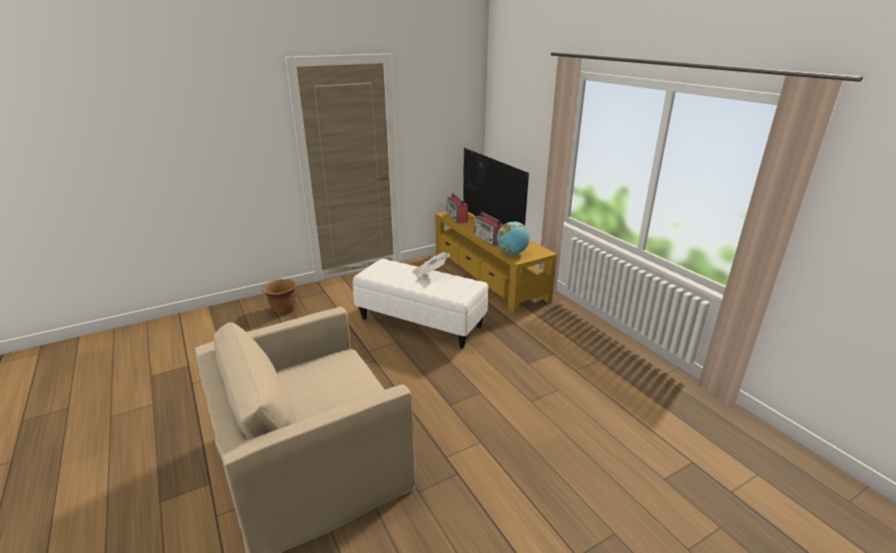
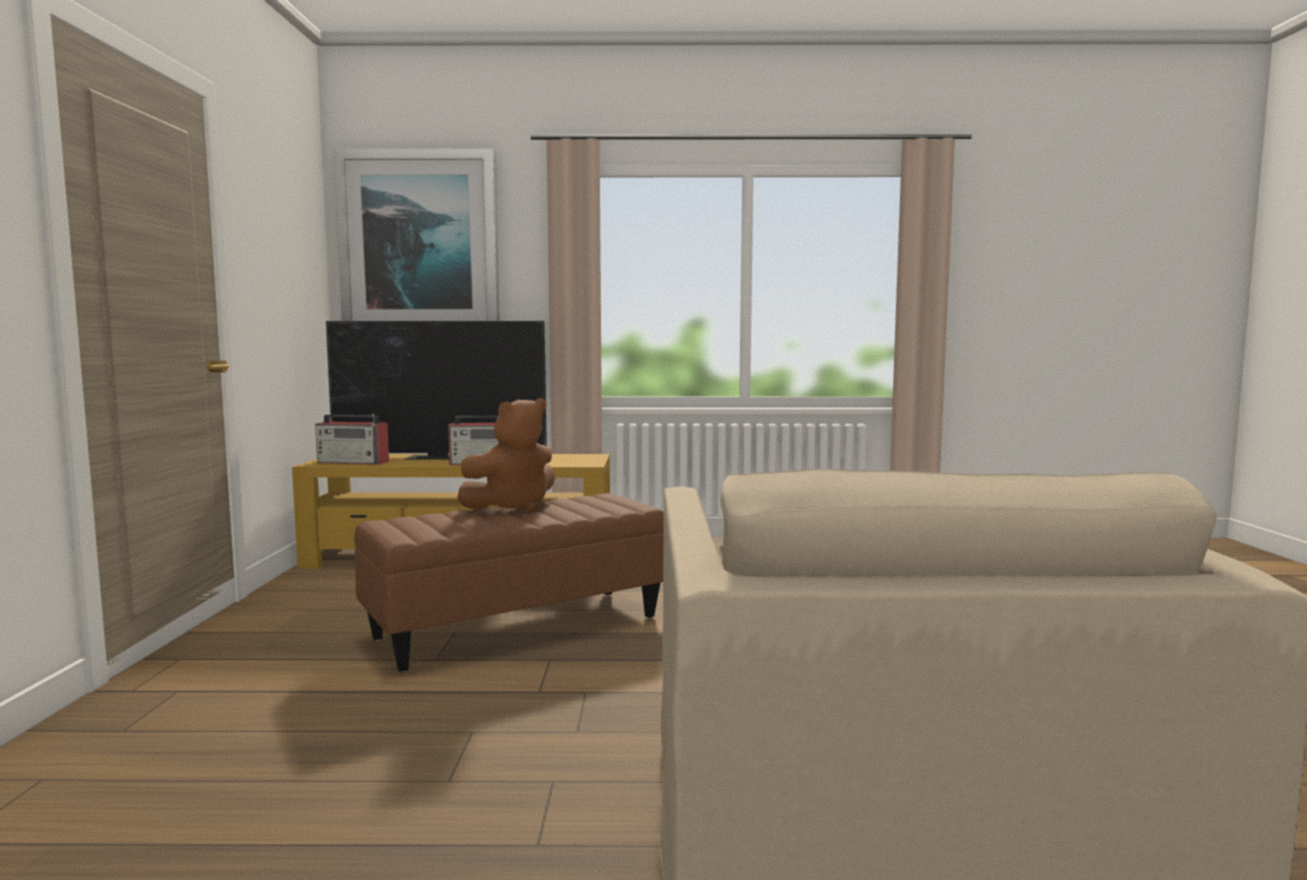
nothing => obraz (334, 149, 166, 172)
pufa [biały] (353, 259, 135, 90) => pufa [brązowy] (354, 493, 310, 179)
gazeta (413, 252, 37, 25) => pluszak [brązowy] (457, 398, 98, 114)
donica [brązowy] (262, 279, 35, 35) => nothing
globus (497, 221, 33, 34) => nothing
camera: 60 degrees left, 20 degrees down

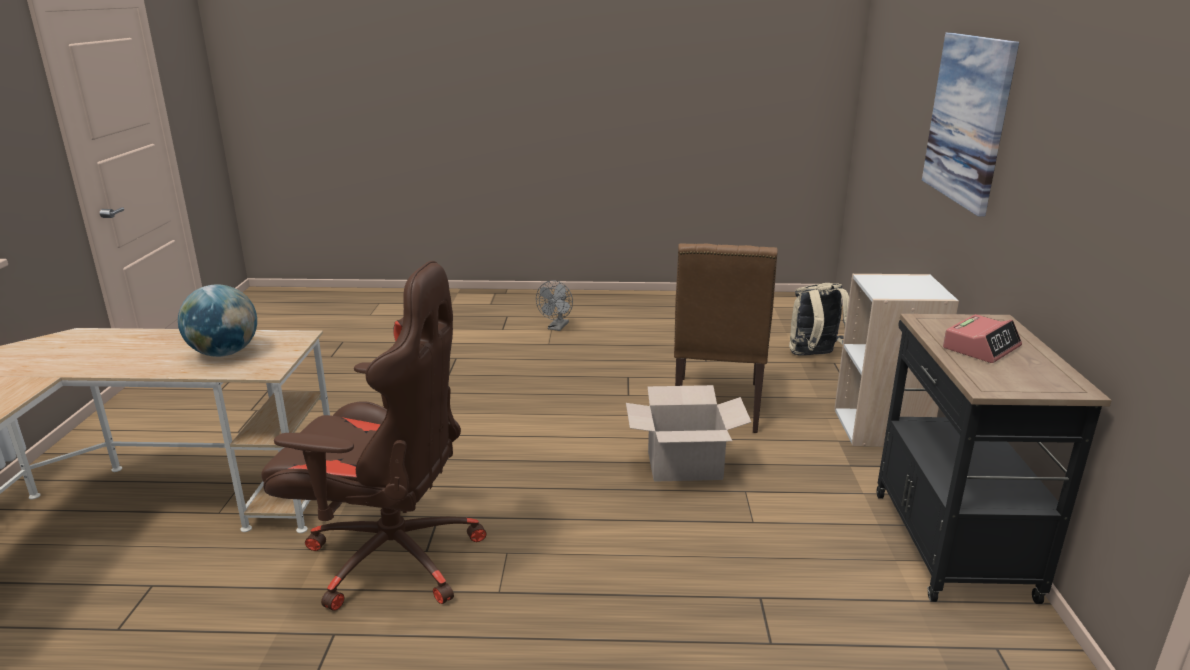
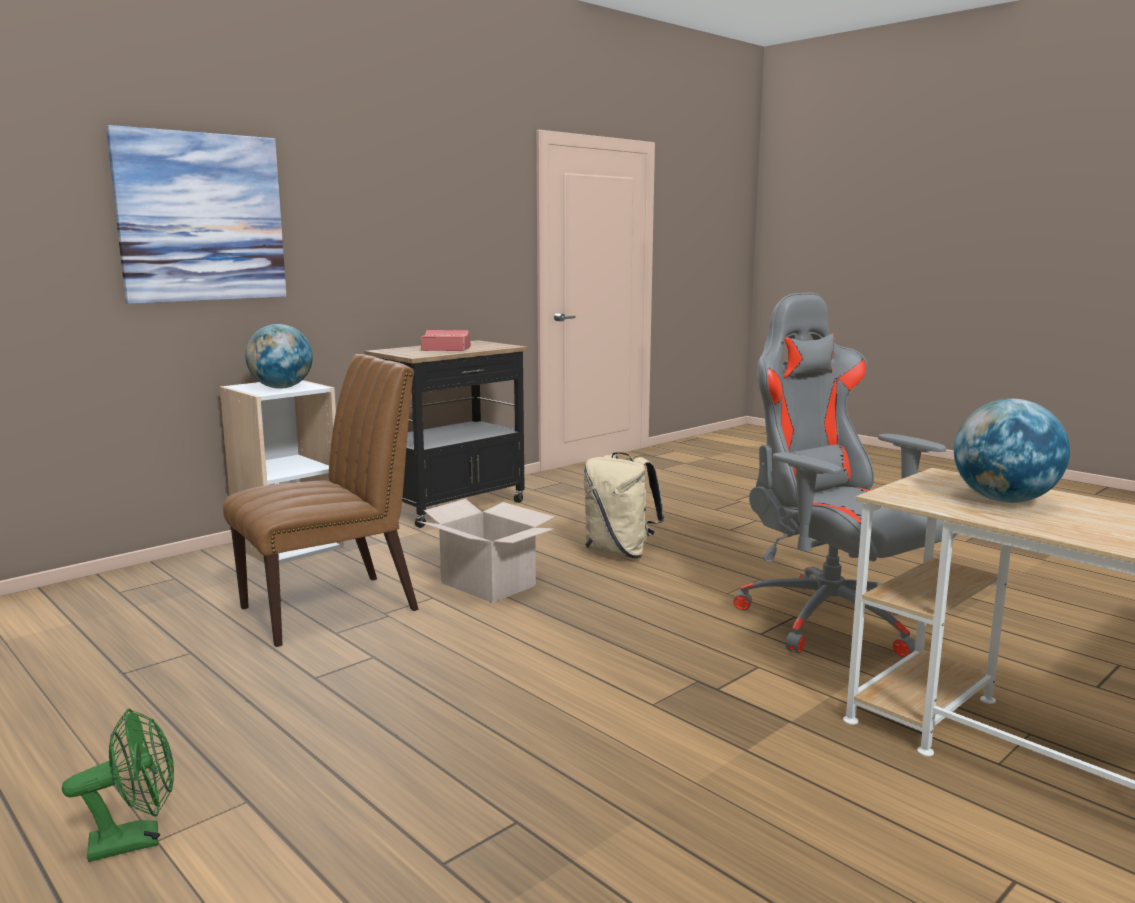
wentylator [szary] (536, 281, 37, 50) => wentylator [zielony] (62, 709, 112, 153)
nothing => globus (245, 324, 68, 65)
plecak [beżowy] (789, 283, 60, 73) => plecak [beżowy] (584, 452, 80, 106), move
krzesło biurowe [brązowy] (261, 261, 225, 350) => krzesło biurowe [szary] (733, 292, 224, 365)
camera: 135 degrees left, 10 degrees down

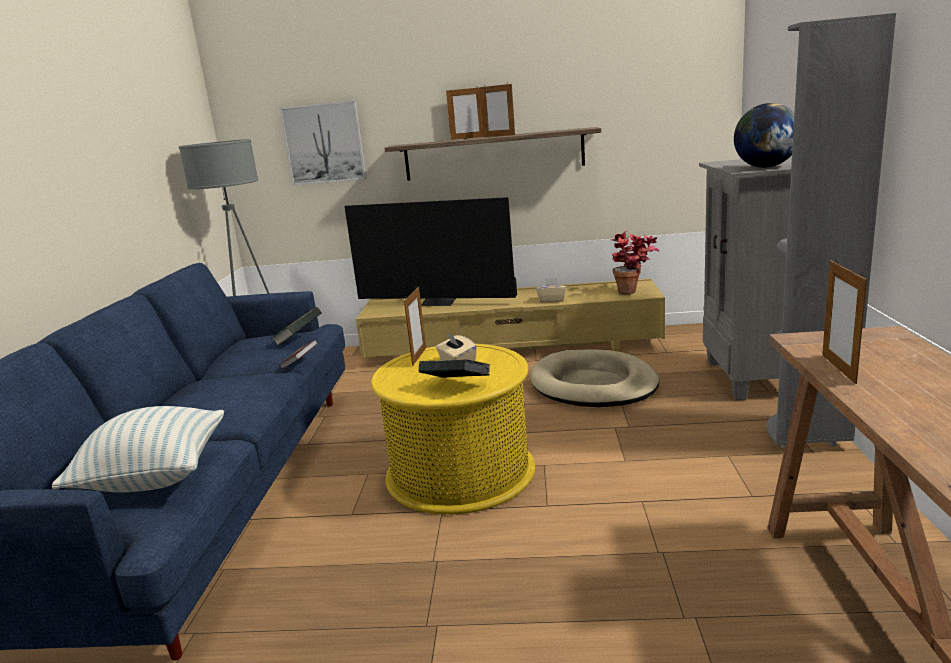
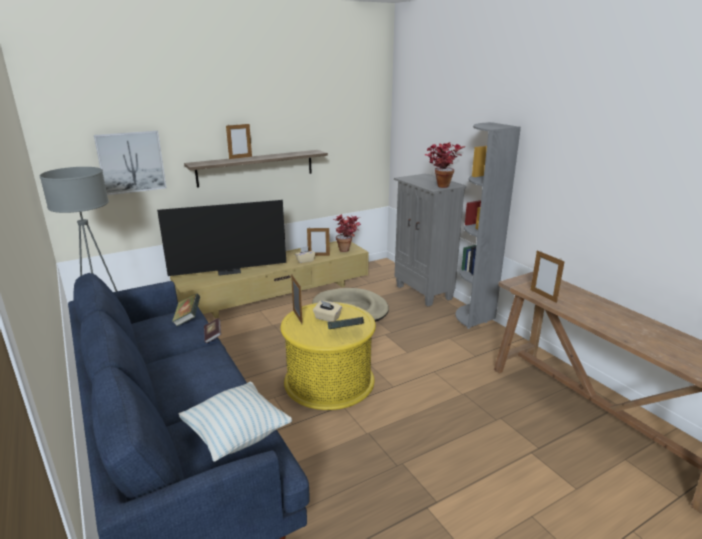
ramka na zdjęcie (480, 84, 35, 53) => ramka na zdjęcie (307, 227, 23, 29), move
globus (734, 103, 60, 65) => roślina doniczkowa (425, 142, 40, 46)
camera: 35 degrees left, 5 degrees up

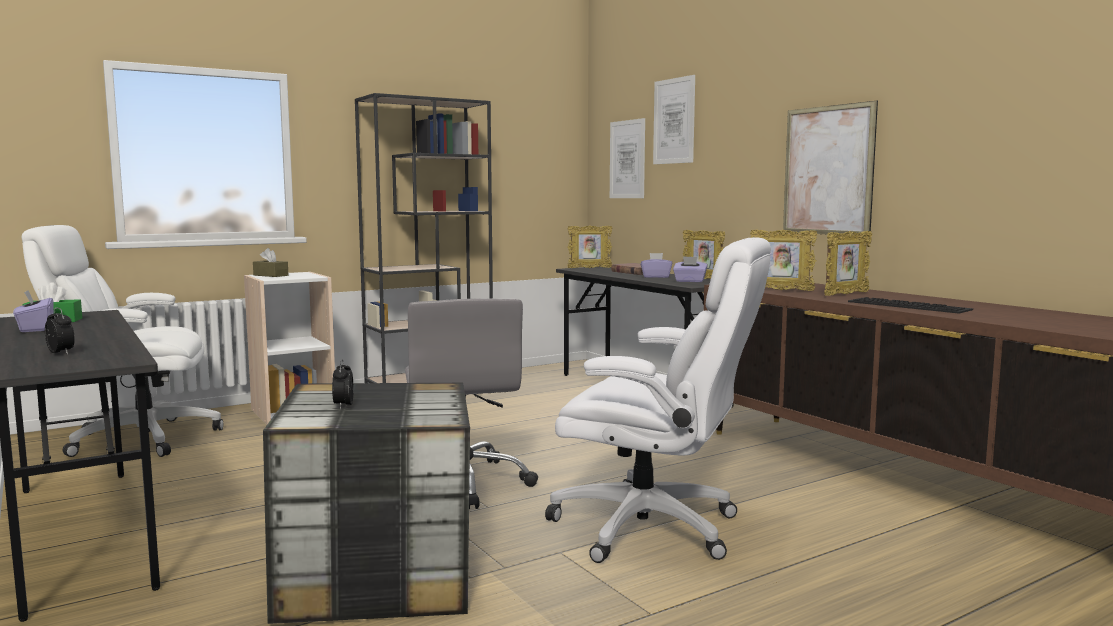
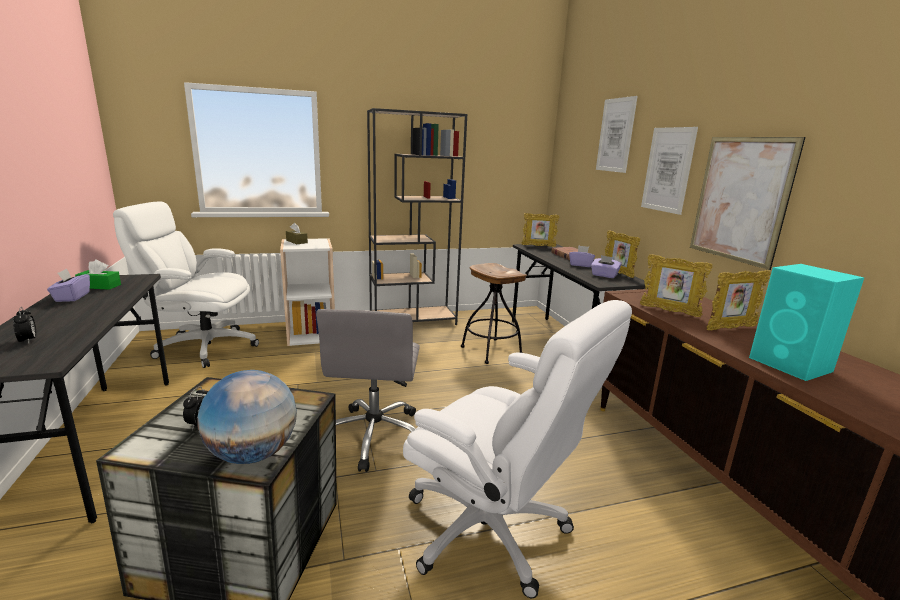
nothing => globus (197, 370, 100, 94)
nothing => stołek [brązowy] (461, 263, 66, 101)
obraz (610, 118, 35, 80) => obraz (641, 127, 57, 88), move
klawiatura (848, 297, 125, 16) => głośnik [turkusowy] (749, 264, 115, 117)
camera: 15 degrees right, 10 degrees up

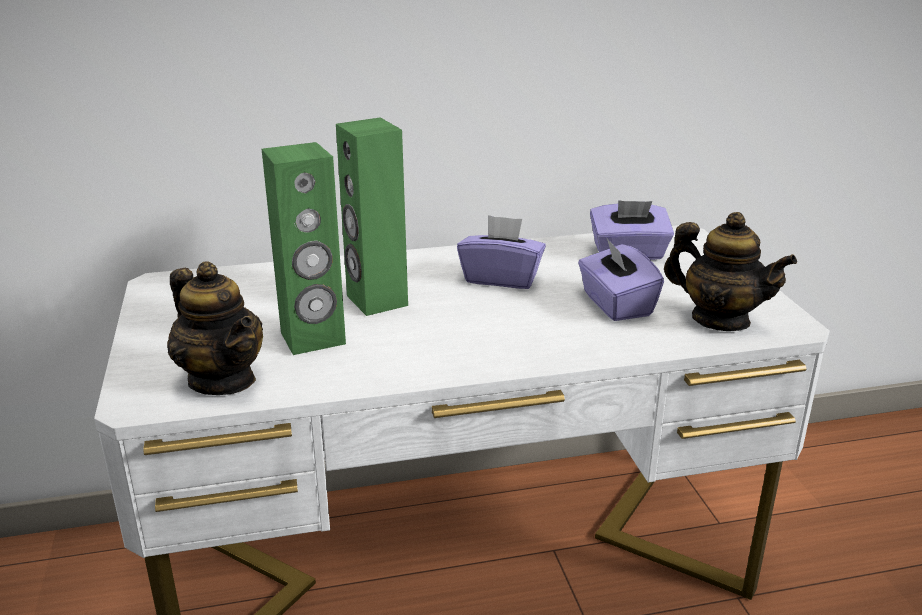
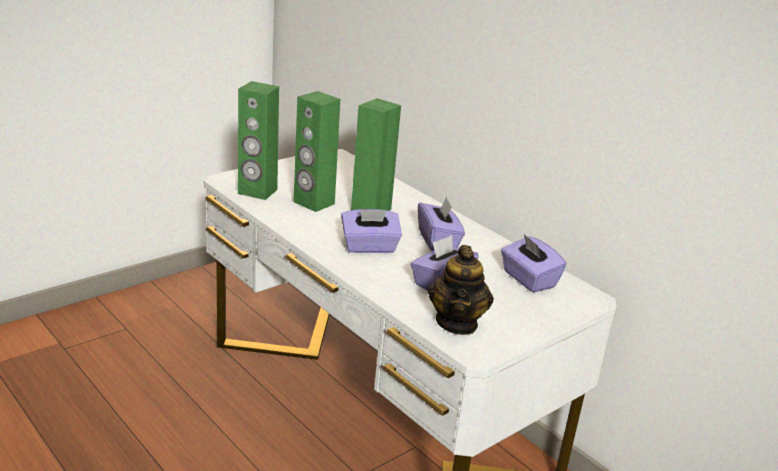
imbryk (167, 261, 96, 134) => głośnik [zielony] (238, 81, 41, 119)
nothing => pudełko chusteczek [fioletowy] (341, 209, 61, 44)
camera: 60 degrees right, 0 degrees up

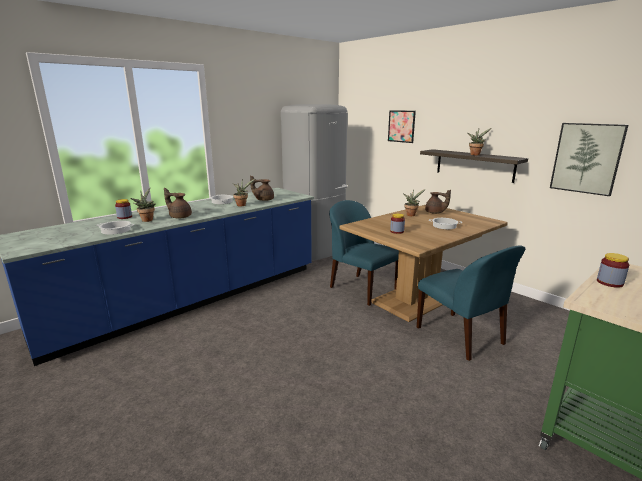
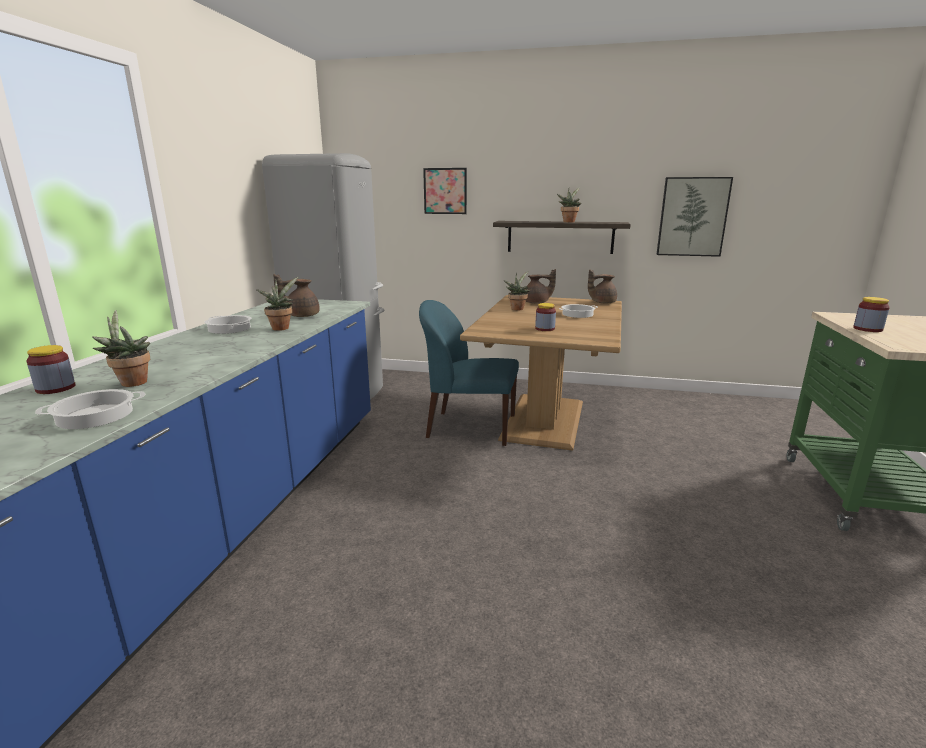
imbryk [brązowy] (164, 188, 28, 31) => imbryk [brązowy] (588, 270, 29, 33), move
krzesło [niebieski] (417, 245, 108, 116) => nothing
camera: 35 degrees left, 0 degrees up

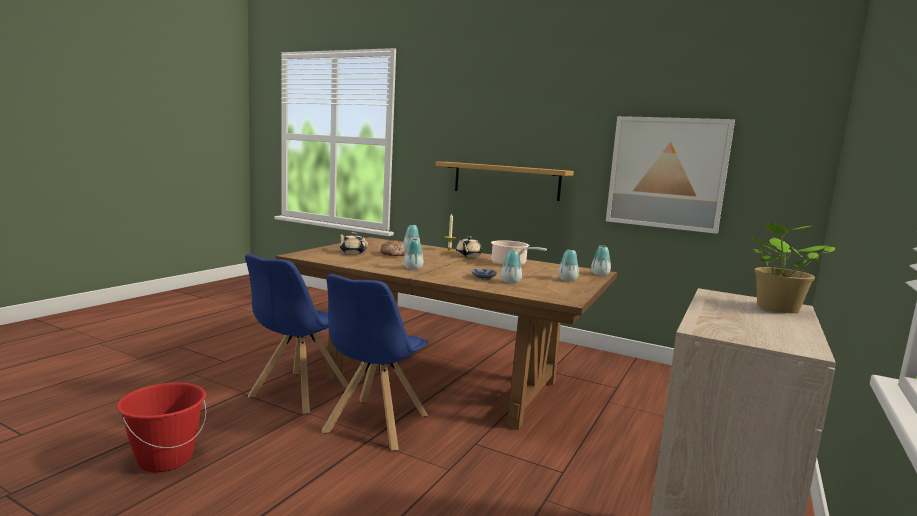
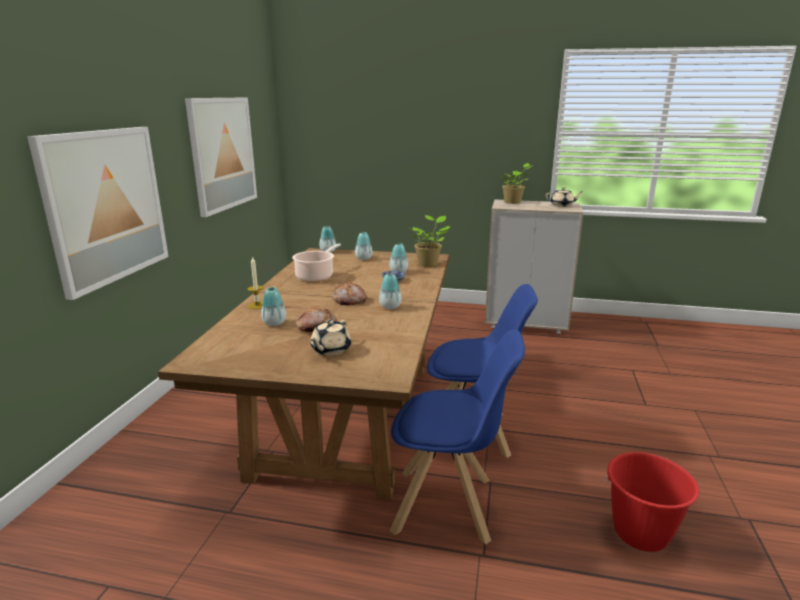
półka (435, 162, 139, 39) => obraz (27, 127, 142, 173)
nothing => chleb (332, 281, 36, 24)
nothing => roślina doniczkowa (411, 215, 40, 52)
imbryk [beżowy] (456, 236, 26, 22) => imbryk [beżowy] (546, 187, 37, 20), move
camera: 105 degrees left, 10 degrees up

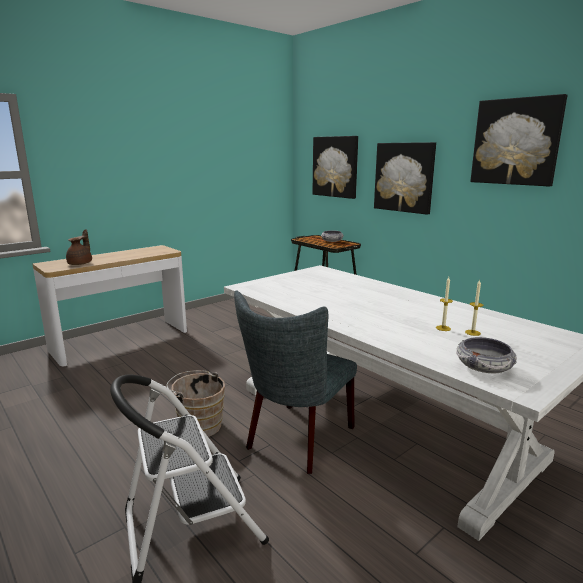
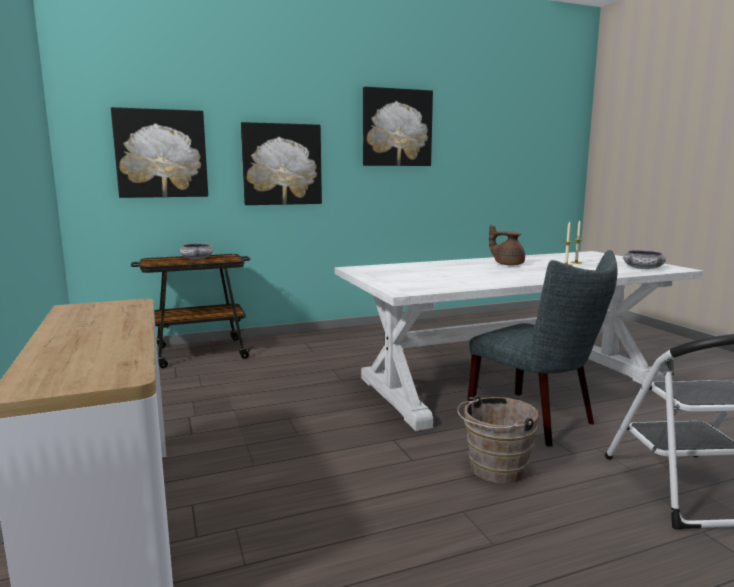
imbryk [brązowy] (66, 229, 26, 36) => imbryk [brązowy] (489, 224, 36, 41), move
camera: 70 degrees left, 5 degrees down

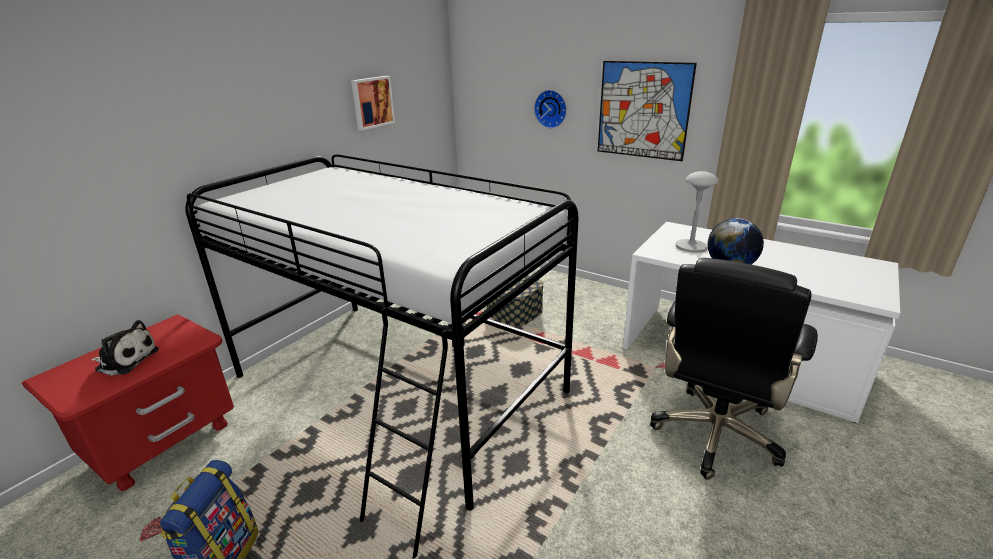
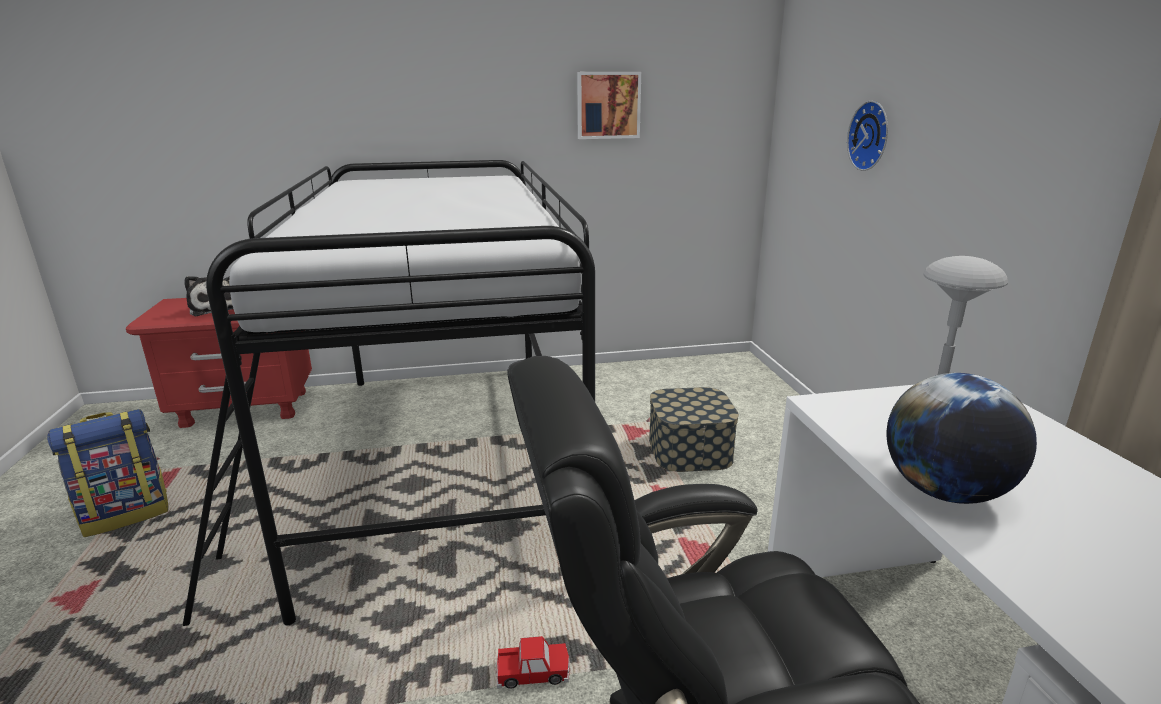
nothing => samochodzik (496, 636, 74, 53)
obraz (598, 61, 99, 100) => nothing
camera: 45 degrees right, 5 degrees down

